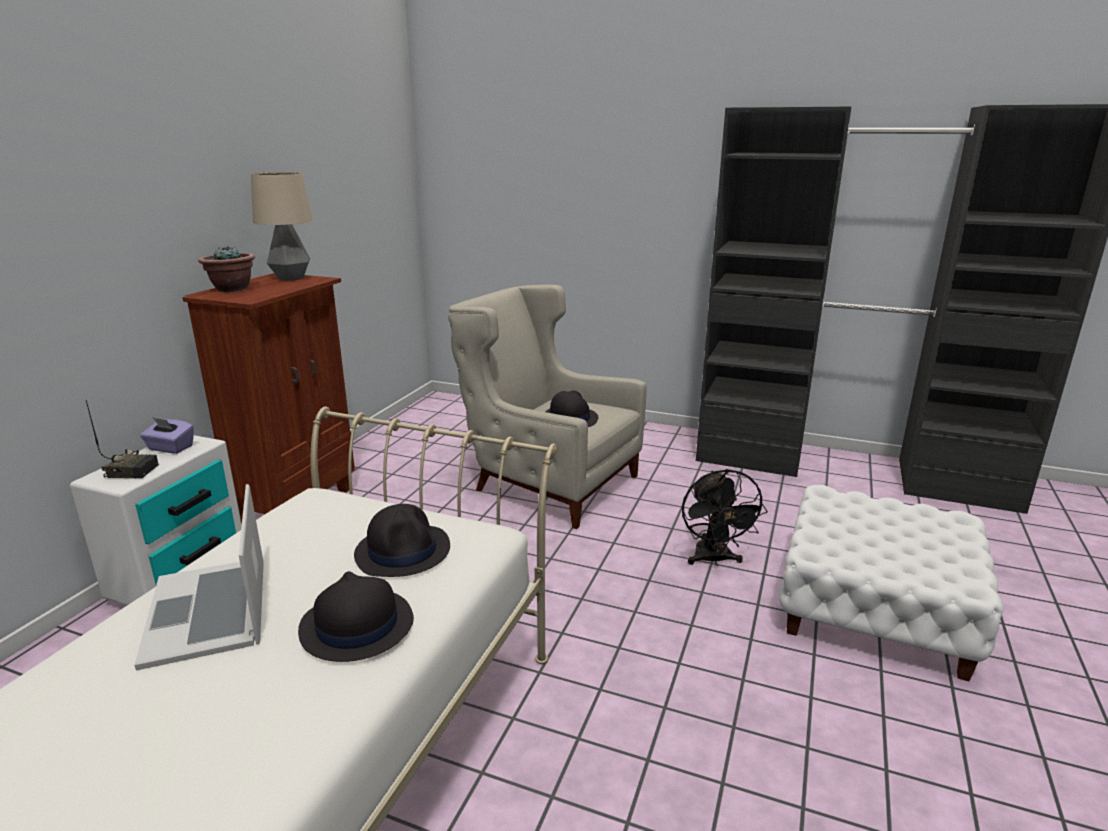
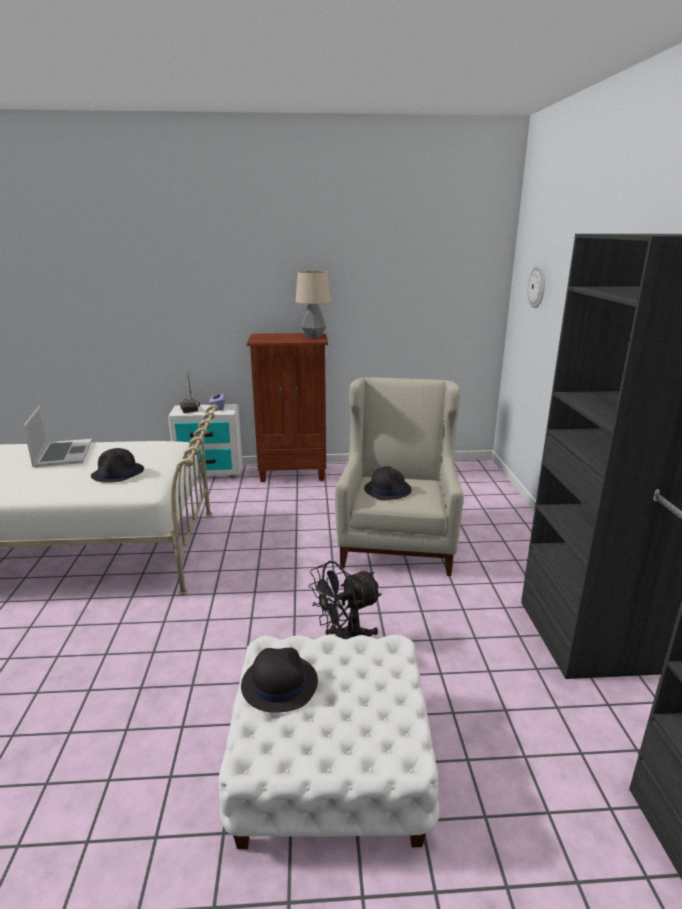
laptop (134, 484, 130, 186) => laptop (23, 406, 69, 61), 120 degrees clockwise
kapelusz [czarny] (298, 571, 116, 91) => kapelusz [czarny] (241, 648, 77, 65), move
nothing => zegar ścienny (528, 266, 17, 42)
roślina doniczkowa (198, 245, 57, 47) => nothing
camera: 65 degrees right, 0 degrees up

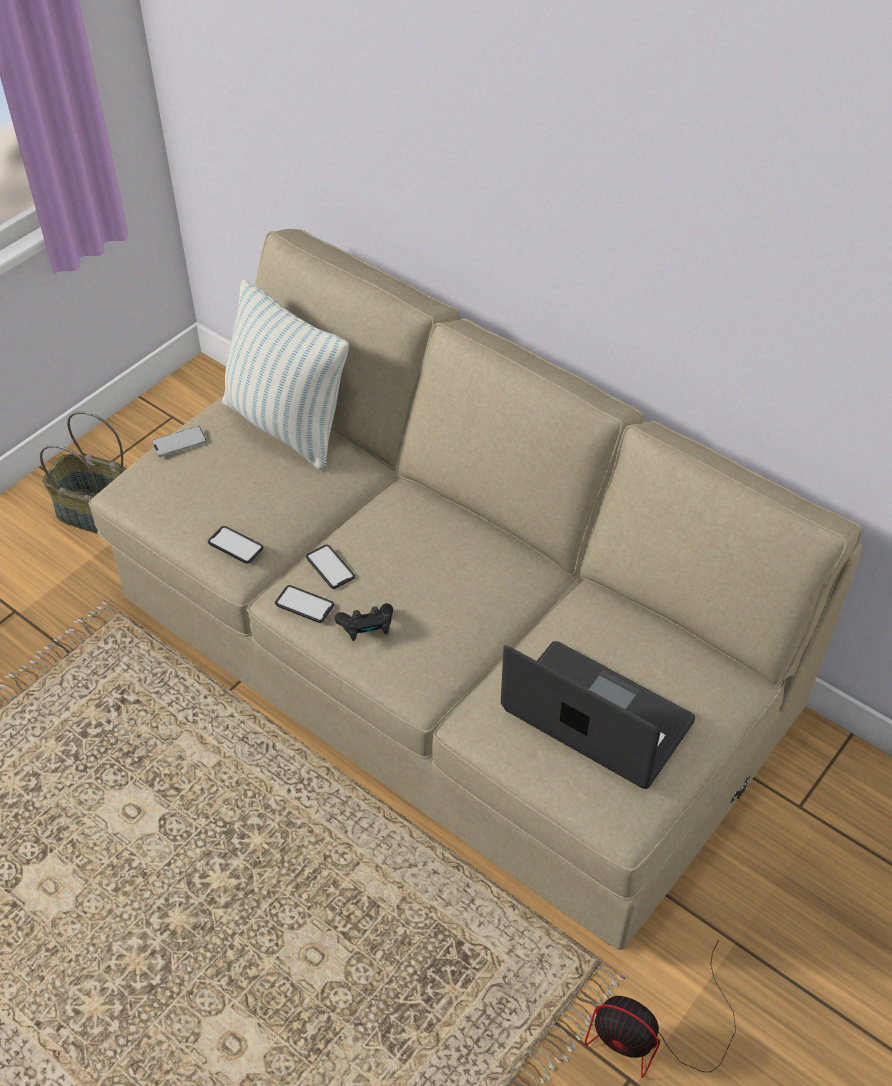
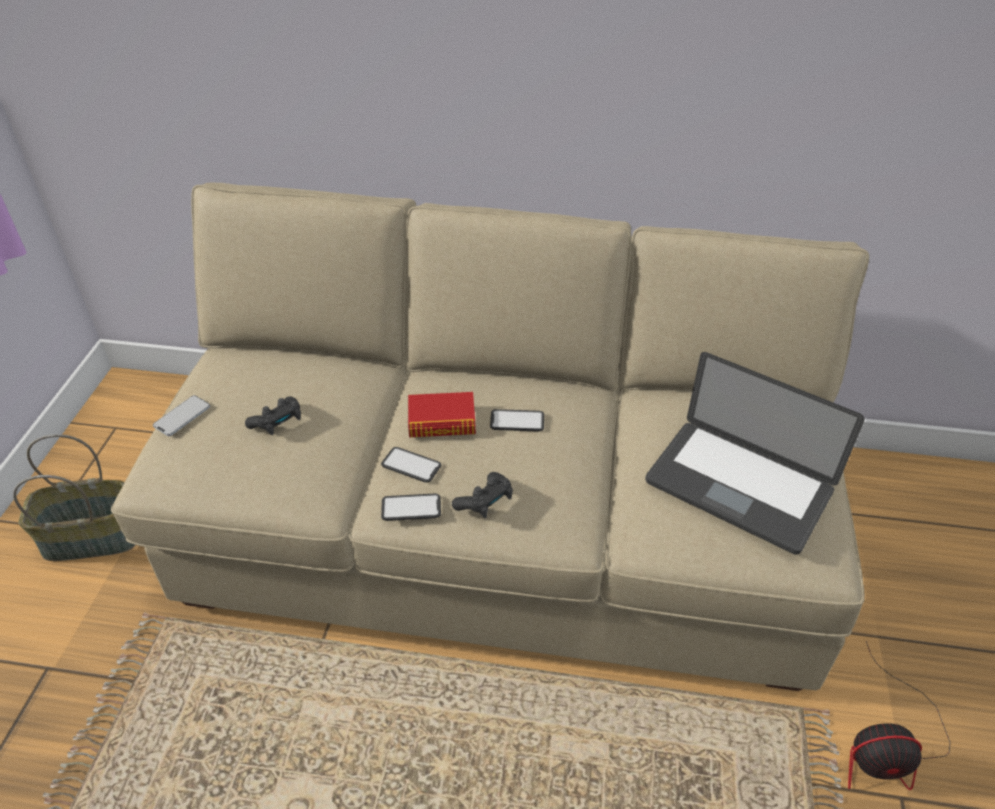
nothing => pad do gier [czarny] (245, 396, 56, 39)
nothing => książka (408, 392, 68, 45)
telefon (208, 526, 56, 38) => telefon (490, 409, 54, 23), move
laptop (501, 641, 194, 148) => laptop (645, 352, 220, 203), 150 degrees counterclockwise
poduszka (222, 280, 127, 190) => nothing
camera: 30 degrees left, 5 degrees down

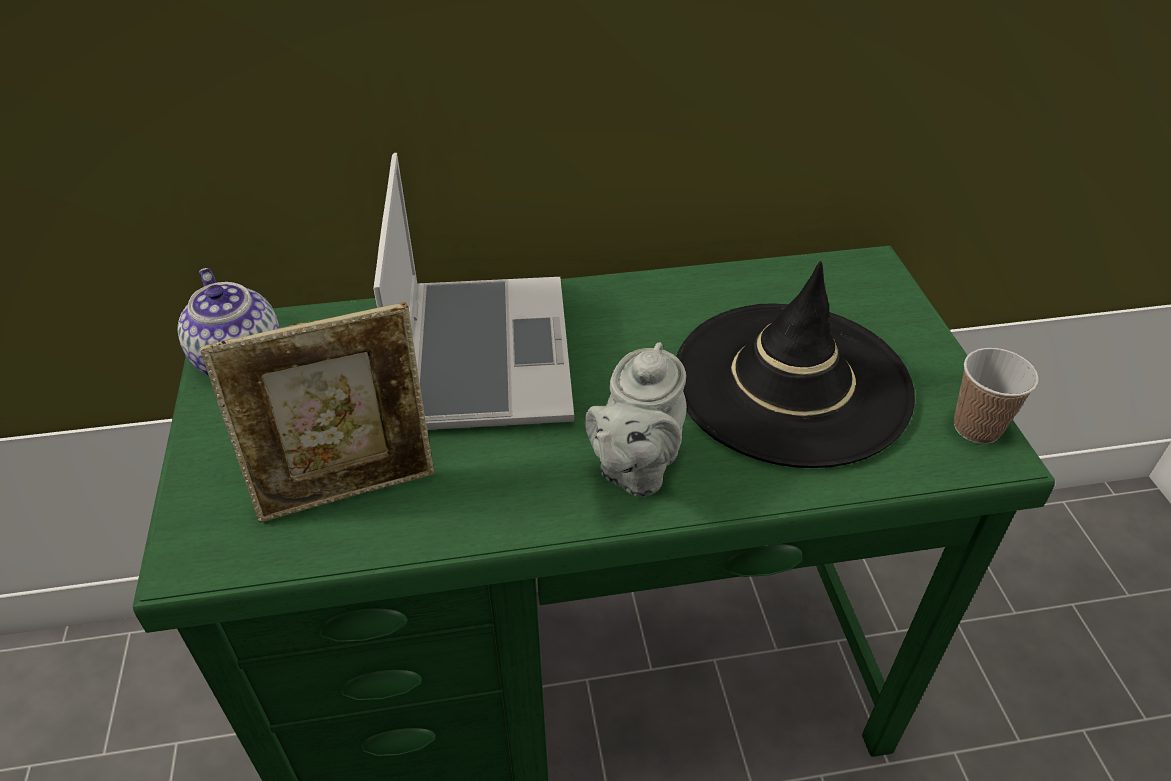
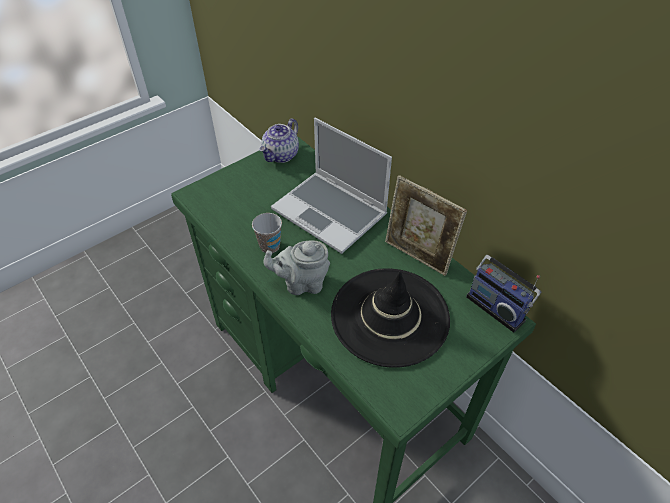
filiżanka (954, 348, 85, 96) => filiżanka (252, 213, 30, 40), move
laptop (373, 153, 201, 277) => laptop (271, 118, 121, 136), 75 degrees clockwise
ramka na zdjęcie (200, 302, 235, 221) => ramka na zdjęcie (385, 175, 82, 101), move
nothing => radio (466, 255, 75, 78)
camera: 60 degrees right, 5 degrees up

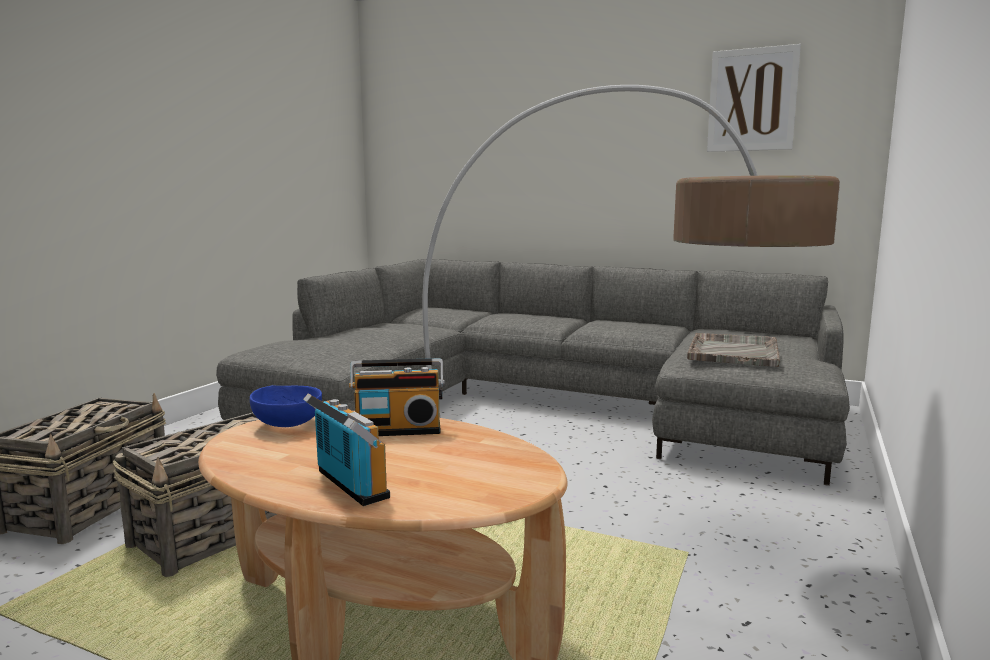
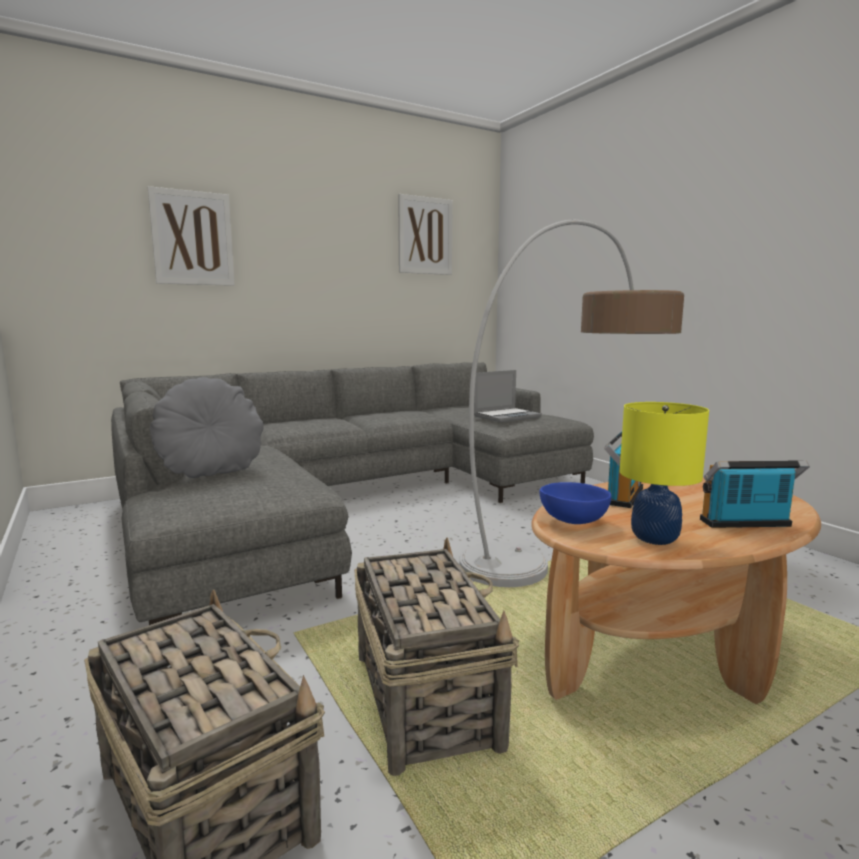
nothing => obraz (148, 186, 87, 100)
nothing => poduszka [szary] (150, 377, 113, 101)
taca [szary] (687, 333, 93, 34) => laptop (474, 370, 68, 52)
nothing => lampa stołowa [żółty] (620, 402, 89, 143)
camera: 55 degrees left, 0 degrees up

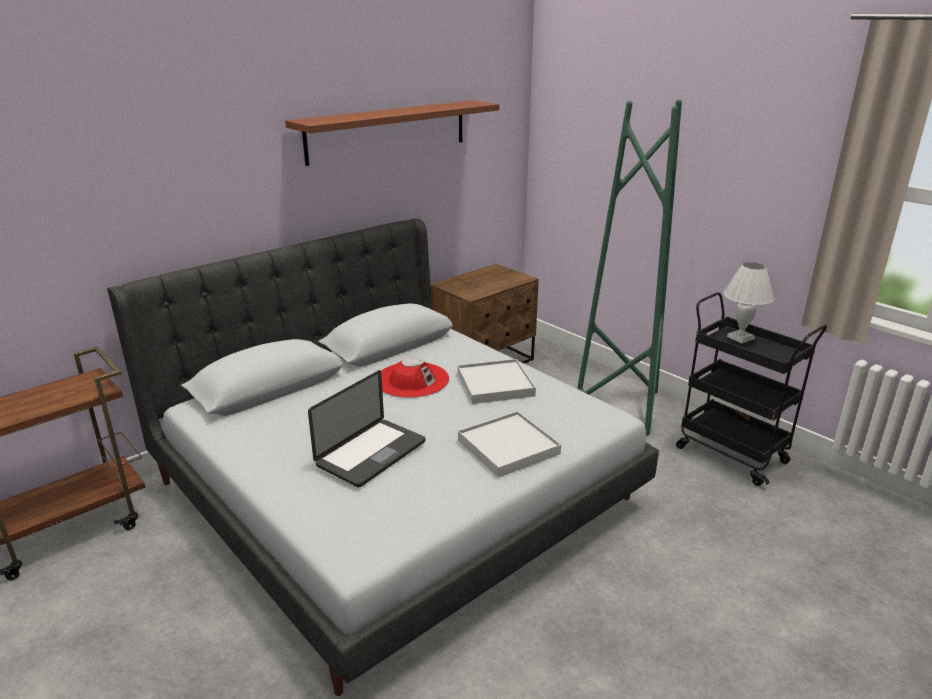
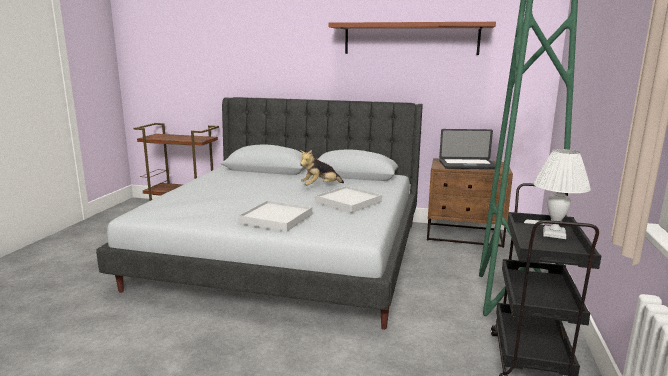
kapelusz [czerwony] (381, 358, 68, 40) => pluszak (300, 150, 44, 35)
laptop (308, 370, 118, 117) => laptop (439, 129, 57, 40), move
camera: 55 degrees right, 10 degrees down

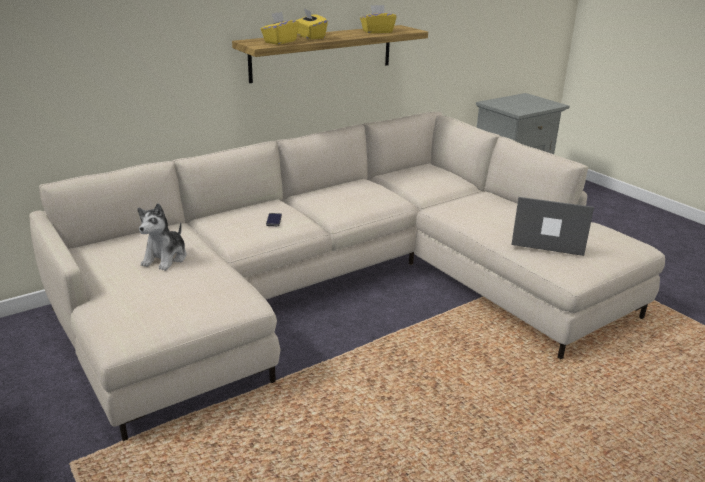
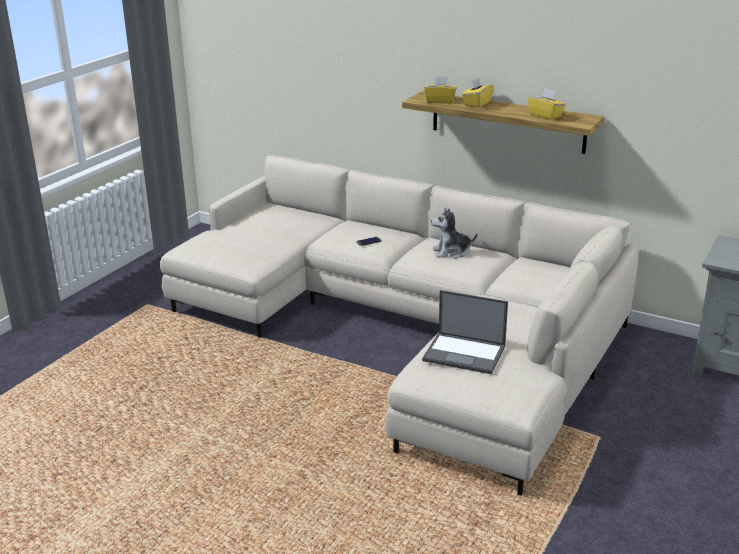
laptop (511, 197, 83, 59) => laptop (422, 290, 86, 84), 120 degrees clockwise
pluszak (138, 203, 49, 68) => pluszak (431, 208, 47, 51), move
camera: 65 degrees right, 0 degrees up

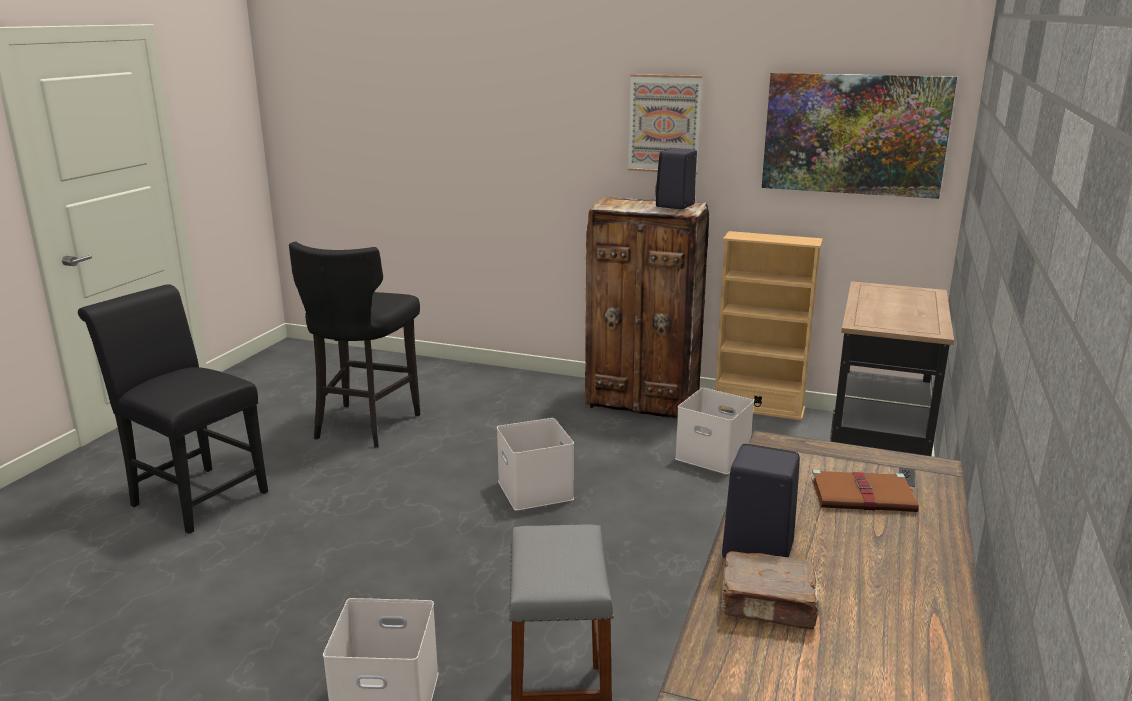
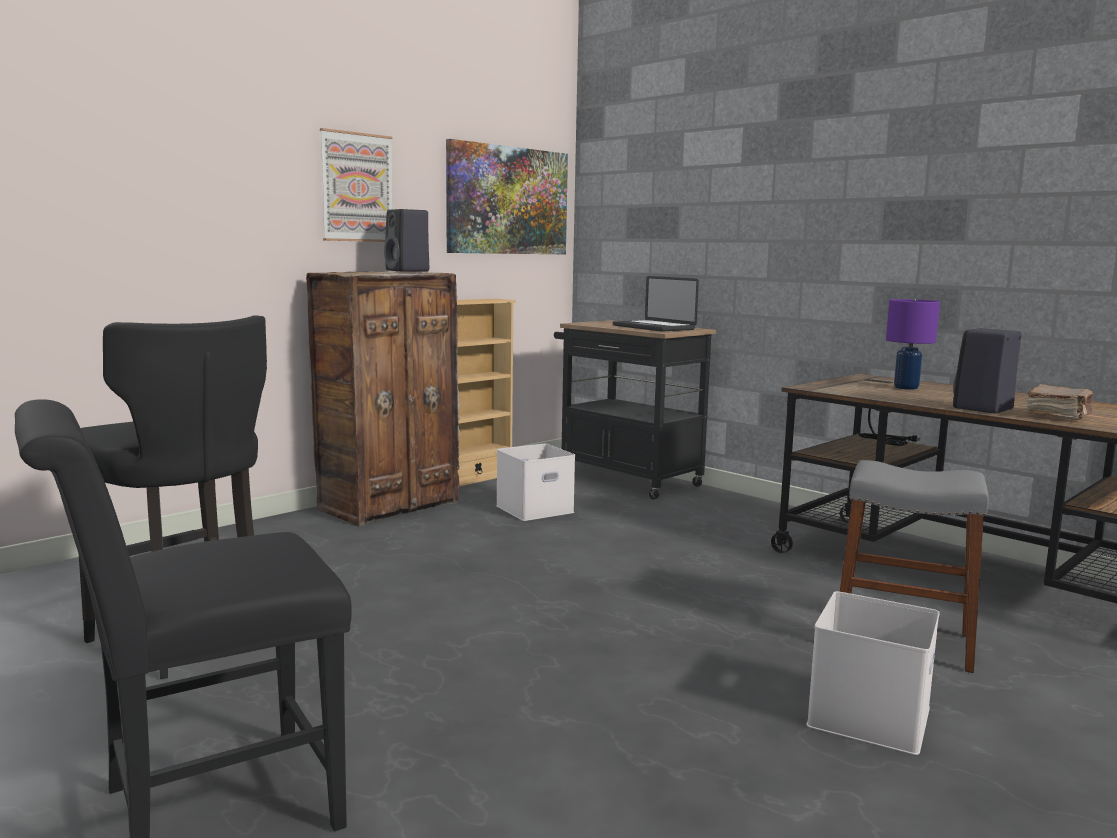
nothing => laptop (613, 276, 86, 56)
książka [brązowy] (811, 469, 108, 43) => lampa stołowa [fioletowy] (886, 299, 54, 91)
pojemnik do przechowywania [biały] (497, 418, 77, 93) => nothing
camera: 65 degrees left, 10 degrees down

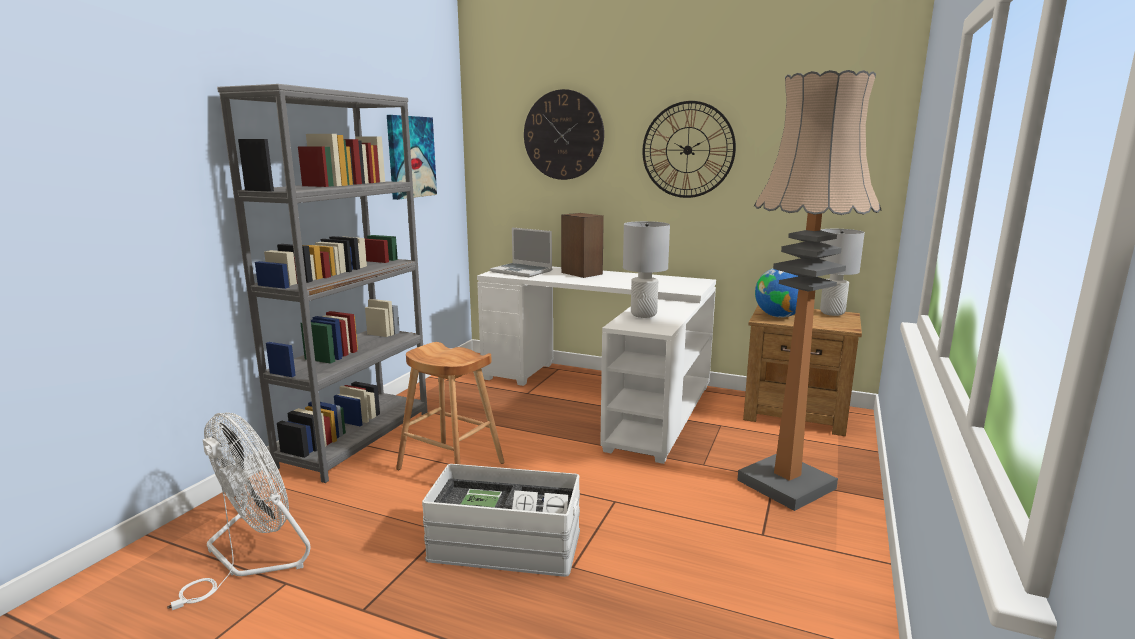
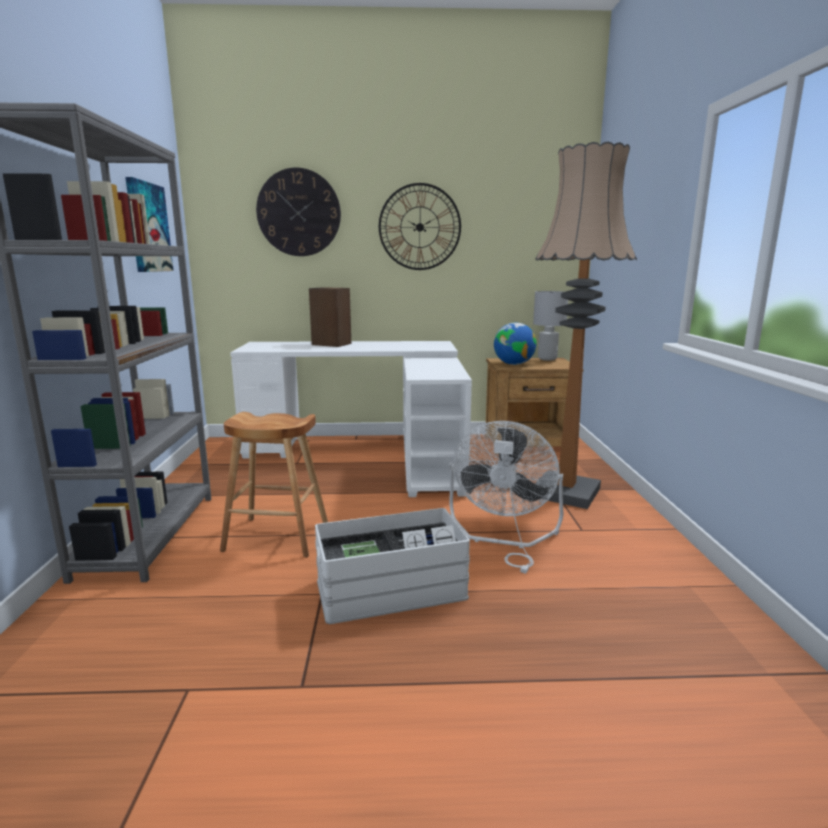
wentylator [biały] (167, 413, 143, 197) => wentylator [biały] (449, 421, 115, 153), move
laptop (490, 227, 62, 50) => nothing
lampa stołowa [szary] (623, 221, 47, 97) => nothing
camera: 25 degrees left, 0 degrees up

